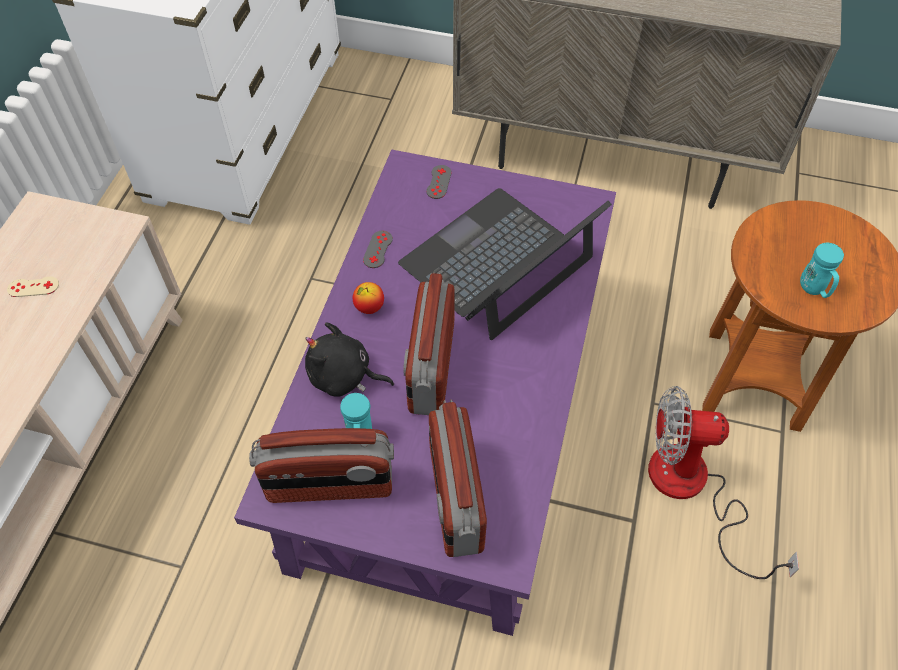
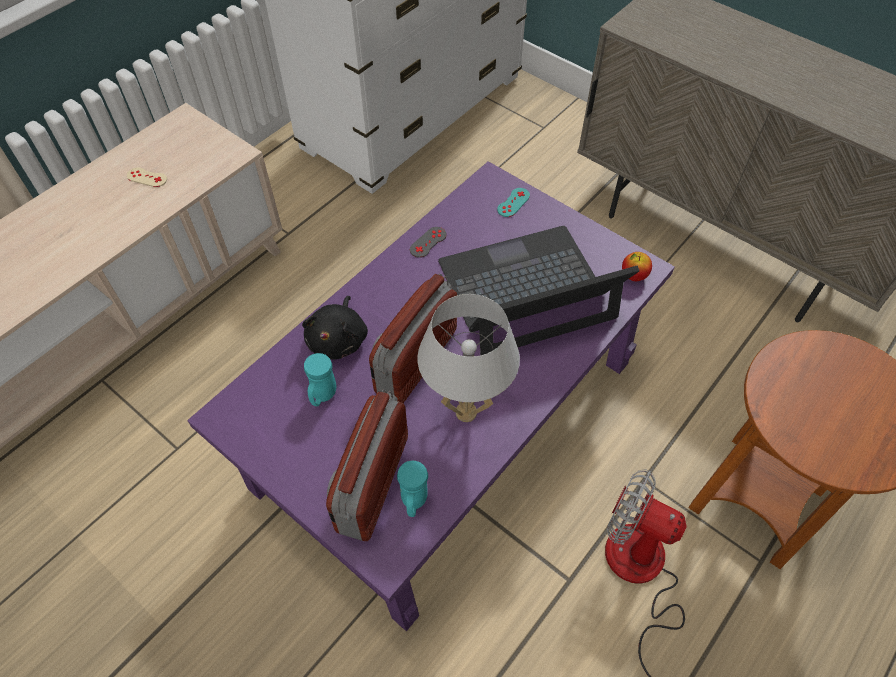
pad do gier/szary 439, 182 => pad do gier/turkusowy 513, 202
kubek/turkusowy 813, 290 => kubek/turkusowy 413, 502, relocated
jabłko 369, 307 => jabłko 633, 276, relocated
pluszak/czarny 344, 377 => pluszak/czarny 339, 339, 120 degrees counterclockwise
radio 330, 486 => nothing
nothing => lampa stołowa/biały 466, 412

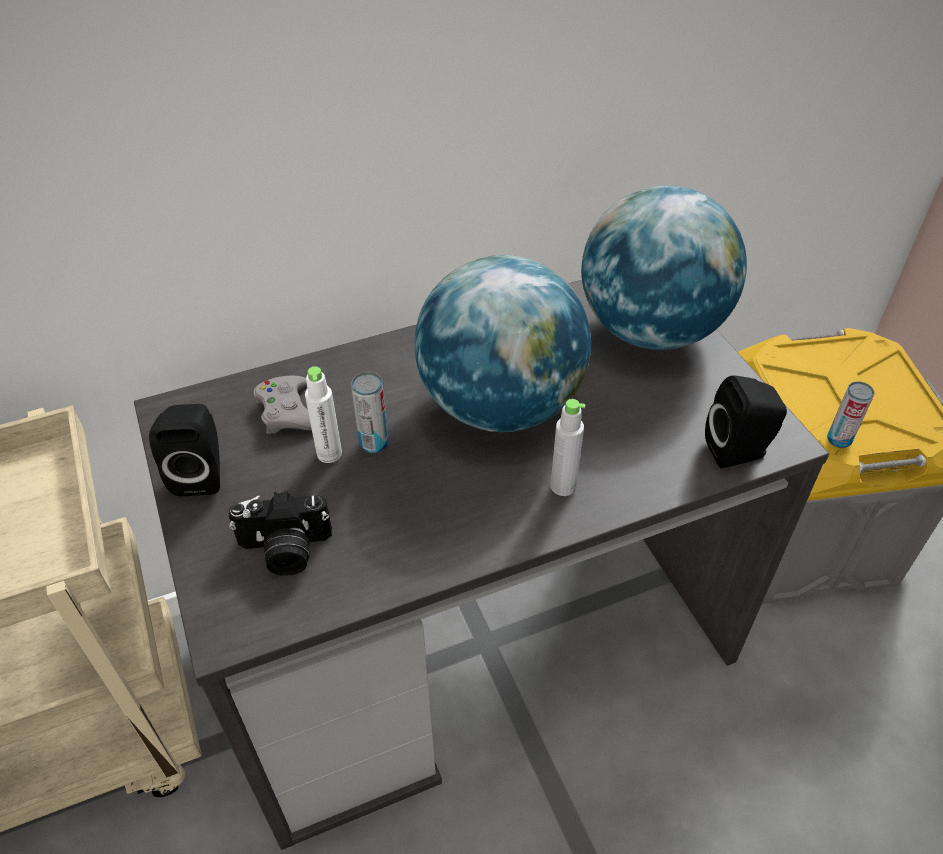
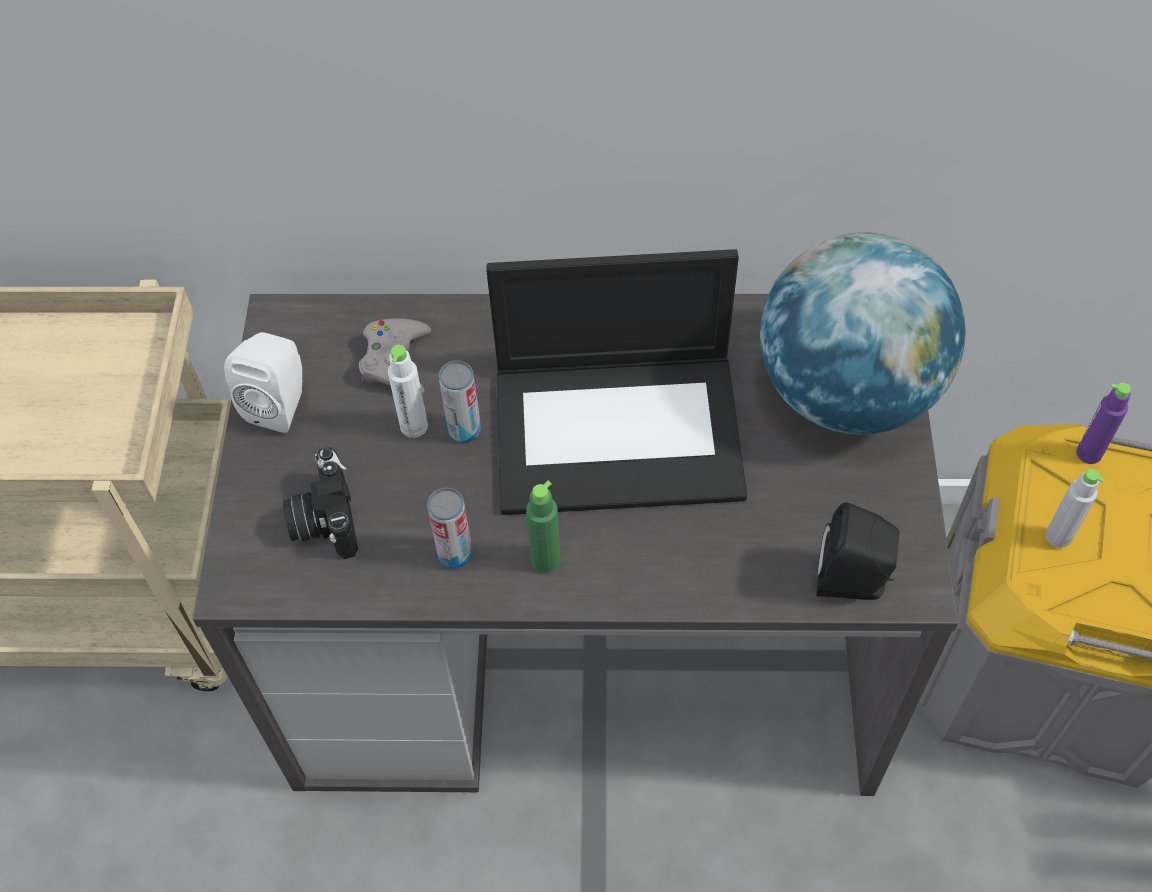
globus 501, 405 => laptop 620, 431
puszka 839, 440 => puszka 455, 554, relocated
butelka/szary 563, 486 => butelka/szary 1058, 536, relocated
głośnik/czarny 201, 473 => głośnik/biały 281, 404
aparat fotograficzny 285, 550 => aparat fotograficzny 324, 520, 60 degrees clockwise
nothing => butelka/fioletowy 1088, 453
nothing => butelka/zielony 545, 560

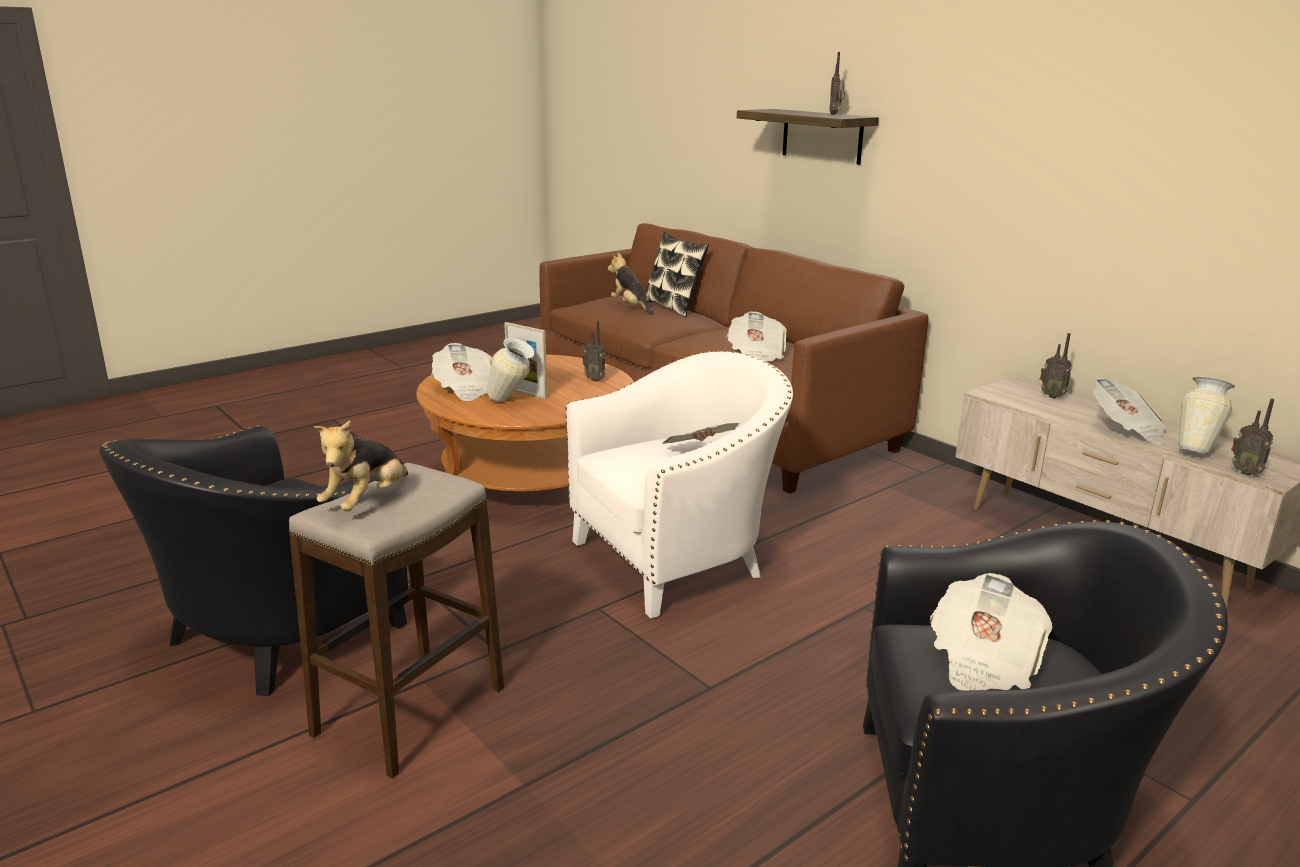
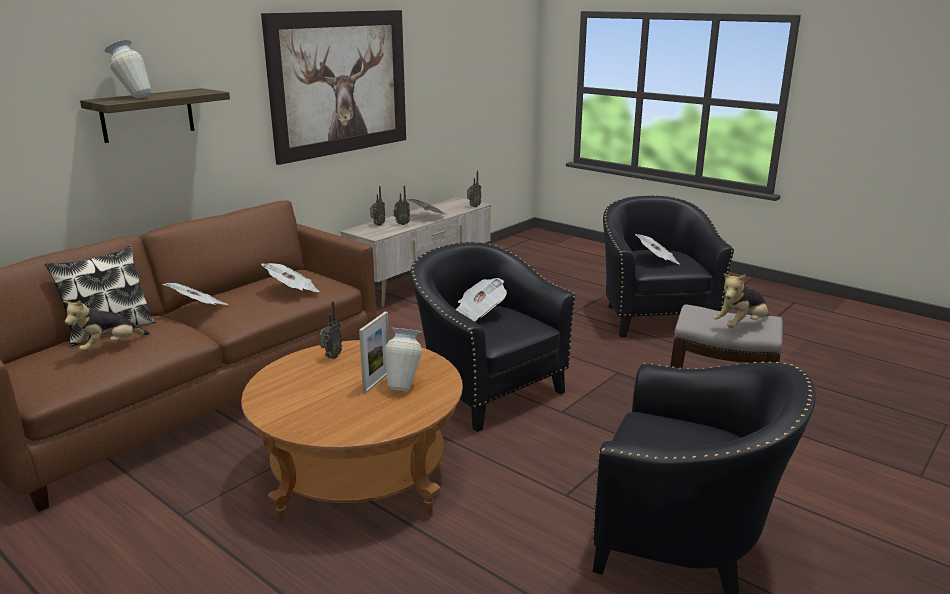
radio 835, 114 => radio 401, 224, relocated
gazeta 466, 389 => gazeta 198, 308, relocated
fotel/biały 678, 560 => fotel/czarny 485, 390
wazon 1196, 450 => wazon 133, 97, relocated
pluszak 367, 501 => pluszak 741, 326, 135 degrees clockwise
nothing => obraz 340, 83

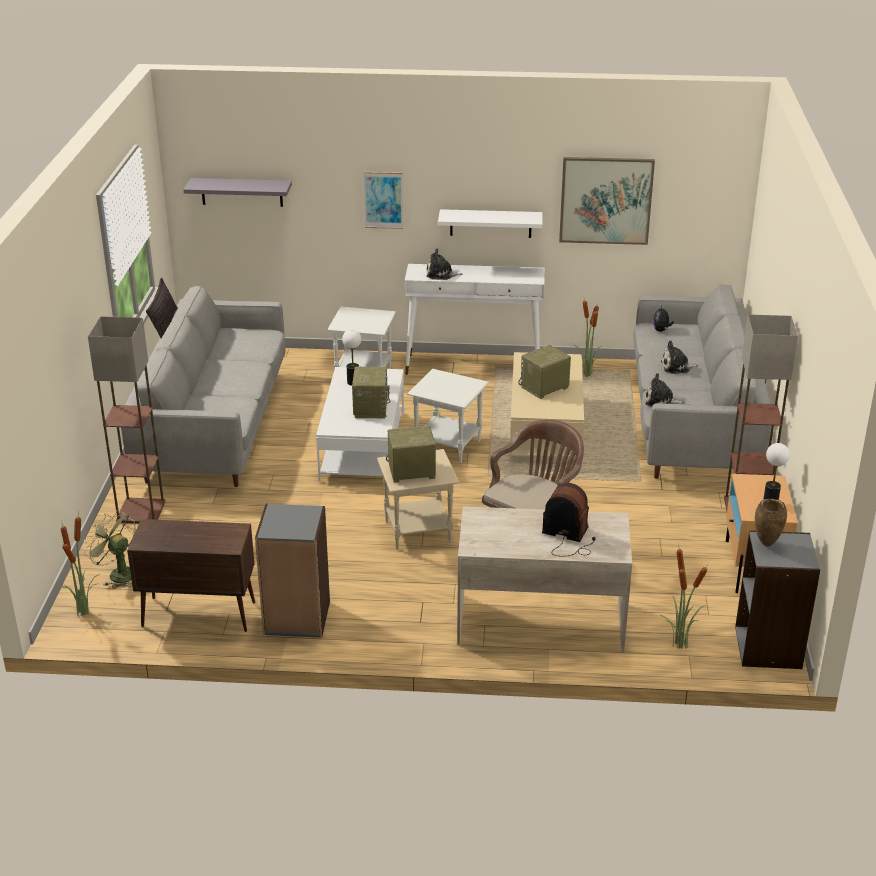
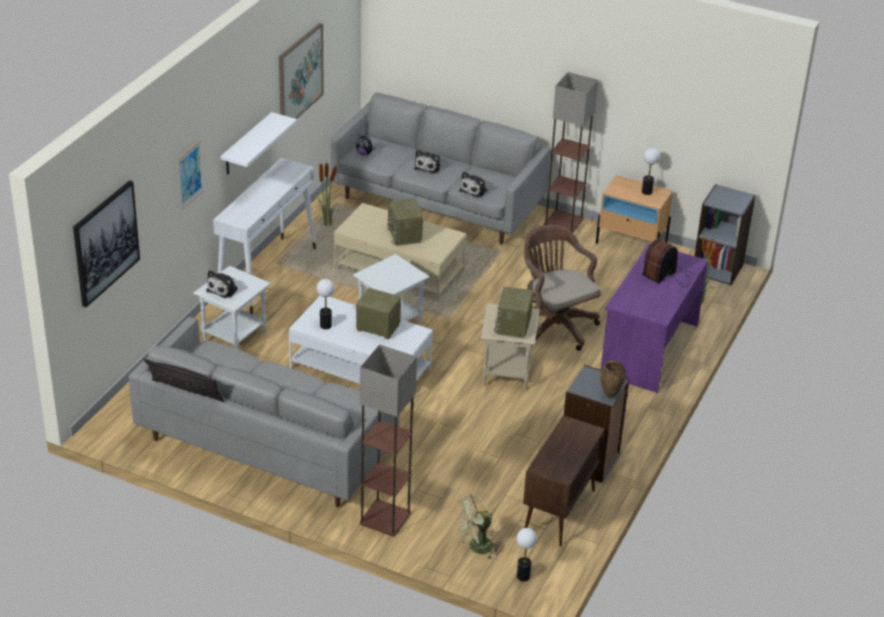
półka/szary 242, 192 => obraz 105, 243
pluszak 441, 274 => pluszak 223, 289, relocated
wazon/brązowy 766, 543 => wazon/brązowy 609, 396, relocated
biurko/beżowy 540, 622 => biurko/fioletowy 648, 349
roślina doniczkowa 84, 612 => lampa stołowa 523, 576

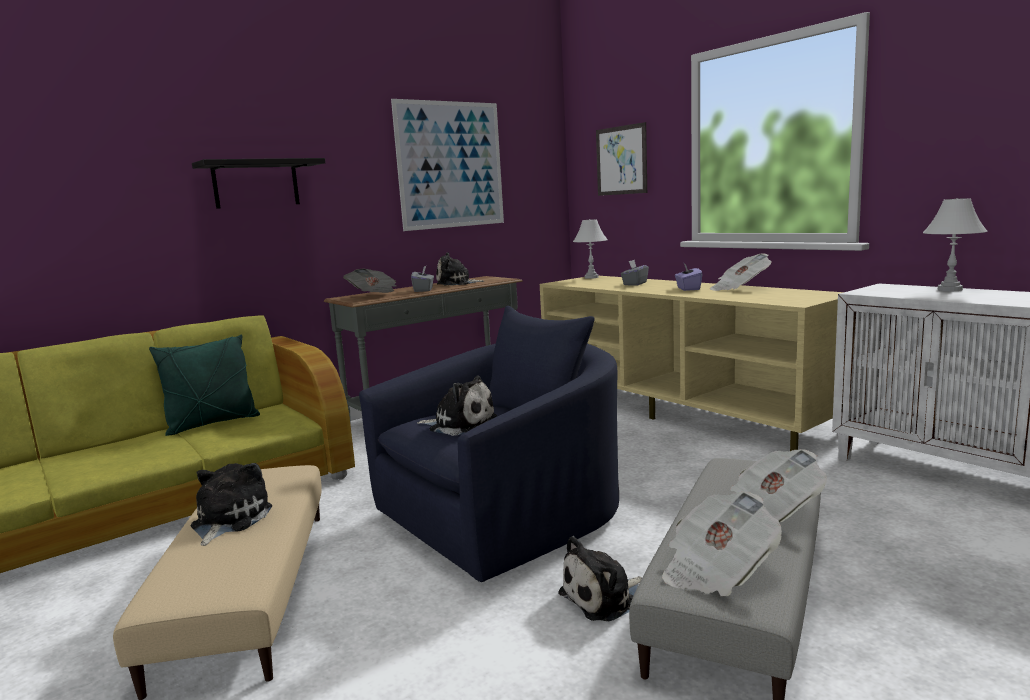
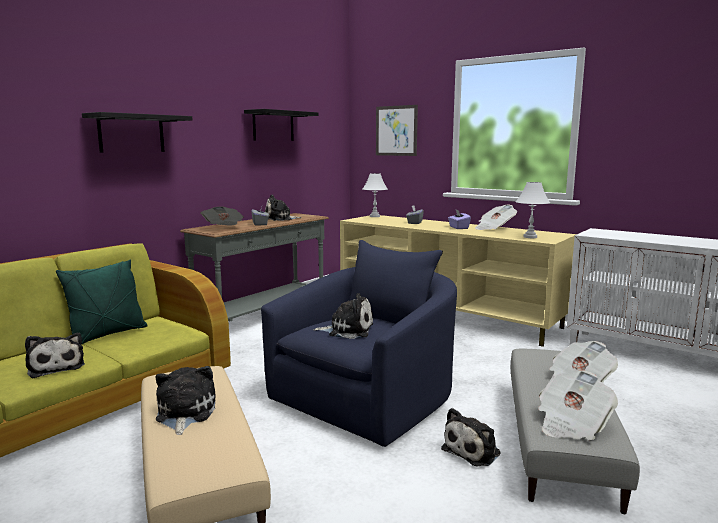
obraz 450, 165 => półka/czarny 273, 126
lampa stołowa/biały 949, 289 => lampa stołowa/biały 530, 237, relocated
nothing => pluszak 56, 367

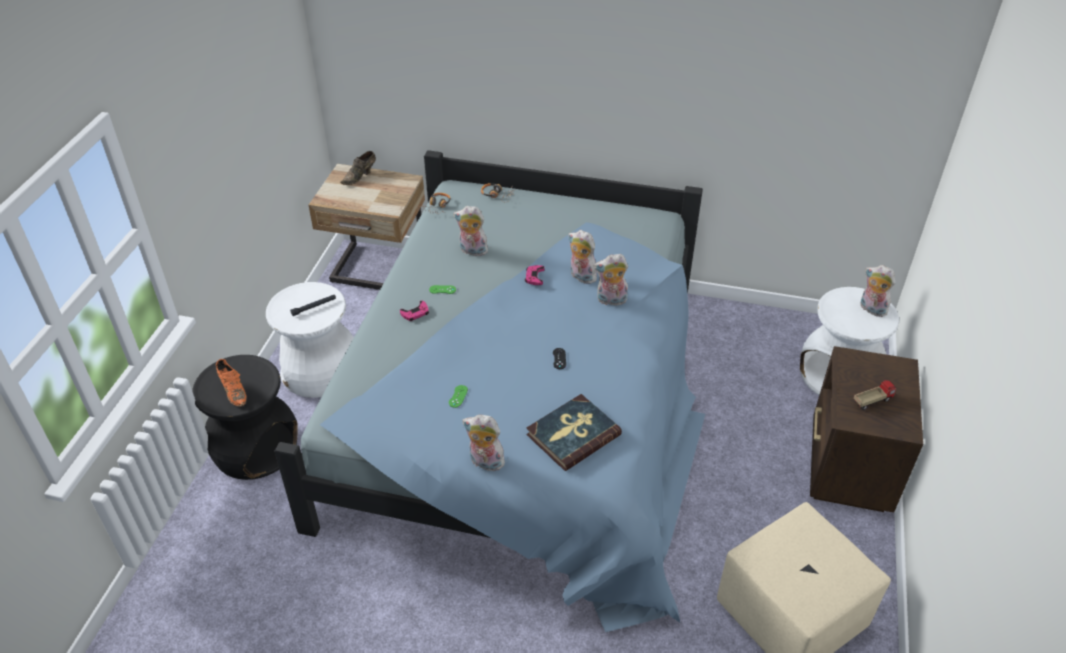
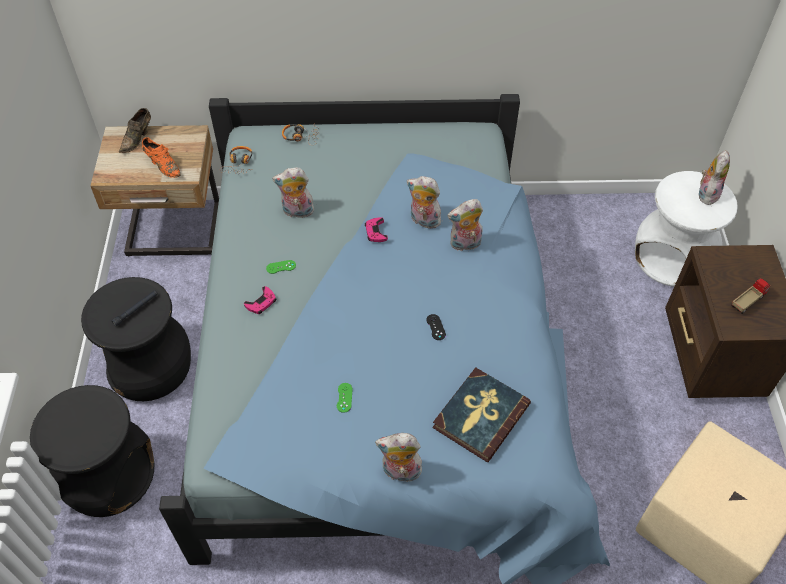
pluszak 871, 309 => pluszak 707, 193, 90 degrees clockwise
stołek/biały 320, 372 => stołek/czarny 151, 367
but/pomarańczowy 233, 390 => but/pomarańczowy 163, 165, relocated

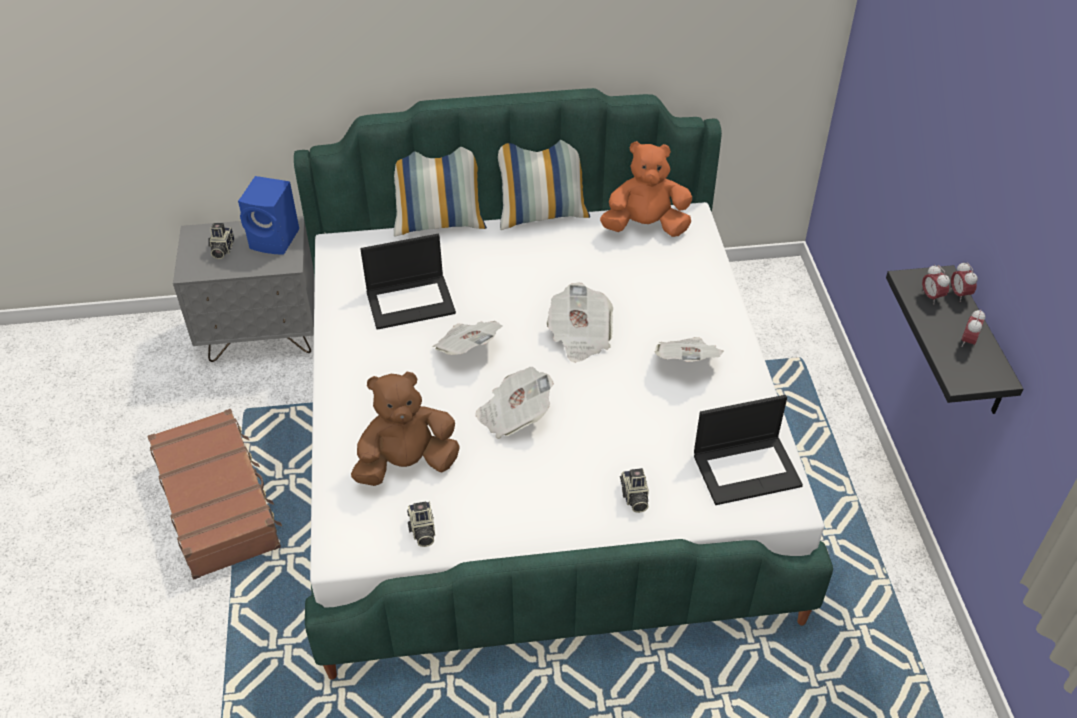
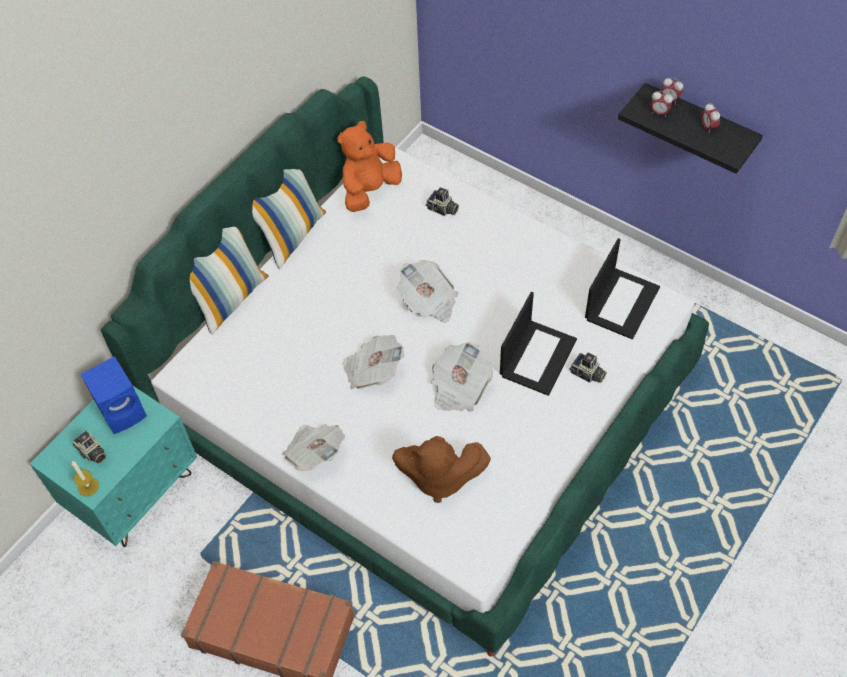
szafka nocna/szary 262, 334 => szafka nocna/turkusowy 135, 493
laptop 411, 301 => laptop 537, 356, relocated
gazeta 687, 362 => gazeta 315, 453, relocated
pluszak/brązowy 407, 464 => pluszak/brązowy 439, 477, 105 degrees counterclockwise
aparat fotograficzny 422, 531 => aparat fotograficzny 442, 209, relocated
nothing => świeca 88, 486

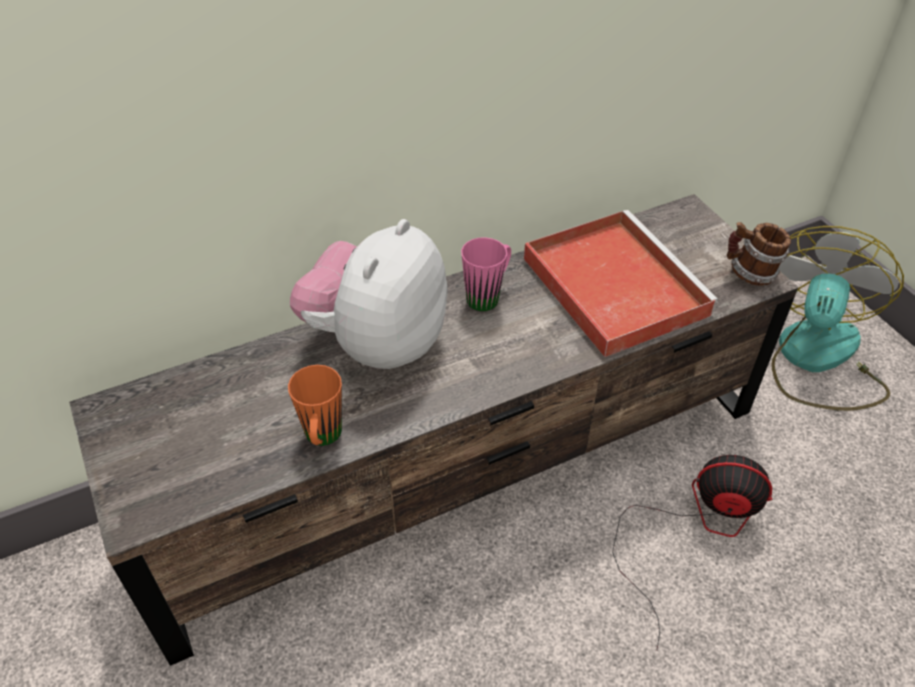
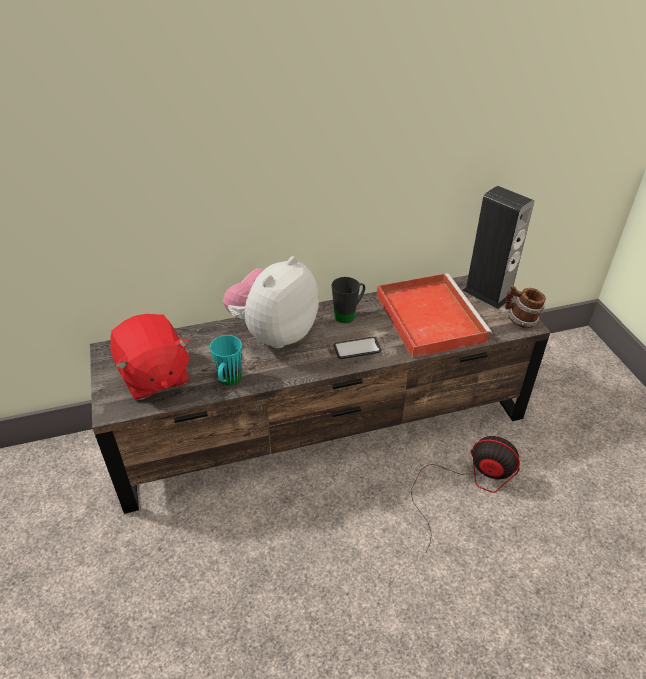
wentylator 816, 360 => nothing
kubek/różowy 488, 295 => kubek/czarny 349, 314
kubek/pomarańczowy 322, 439 => kubek/turkusowy 228, 382
nothing => głośnik 488, 293
nothing => pluszak/czerwony 154, 376
nothing => telefon 357, 348

